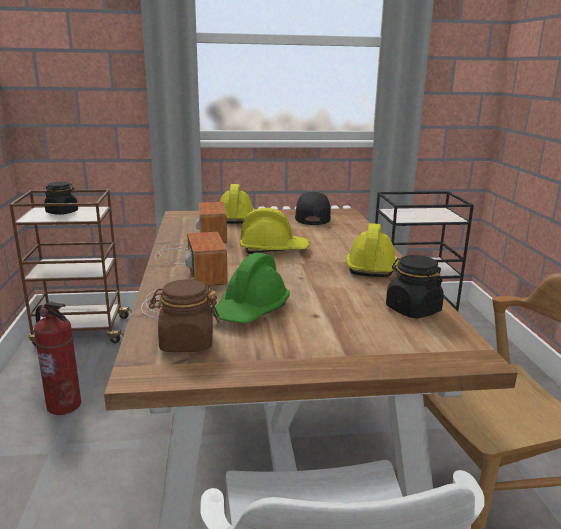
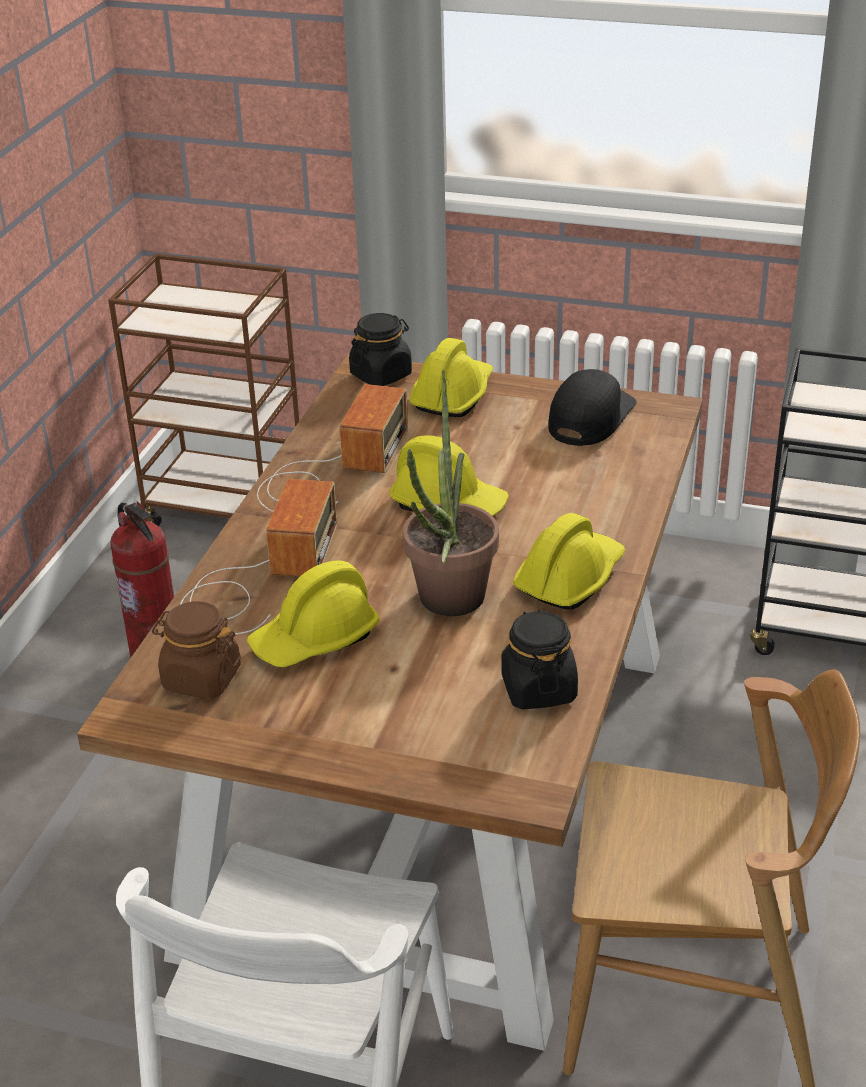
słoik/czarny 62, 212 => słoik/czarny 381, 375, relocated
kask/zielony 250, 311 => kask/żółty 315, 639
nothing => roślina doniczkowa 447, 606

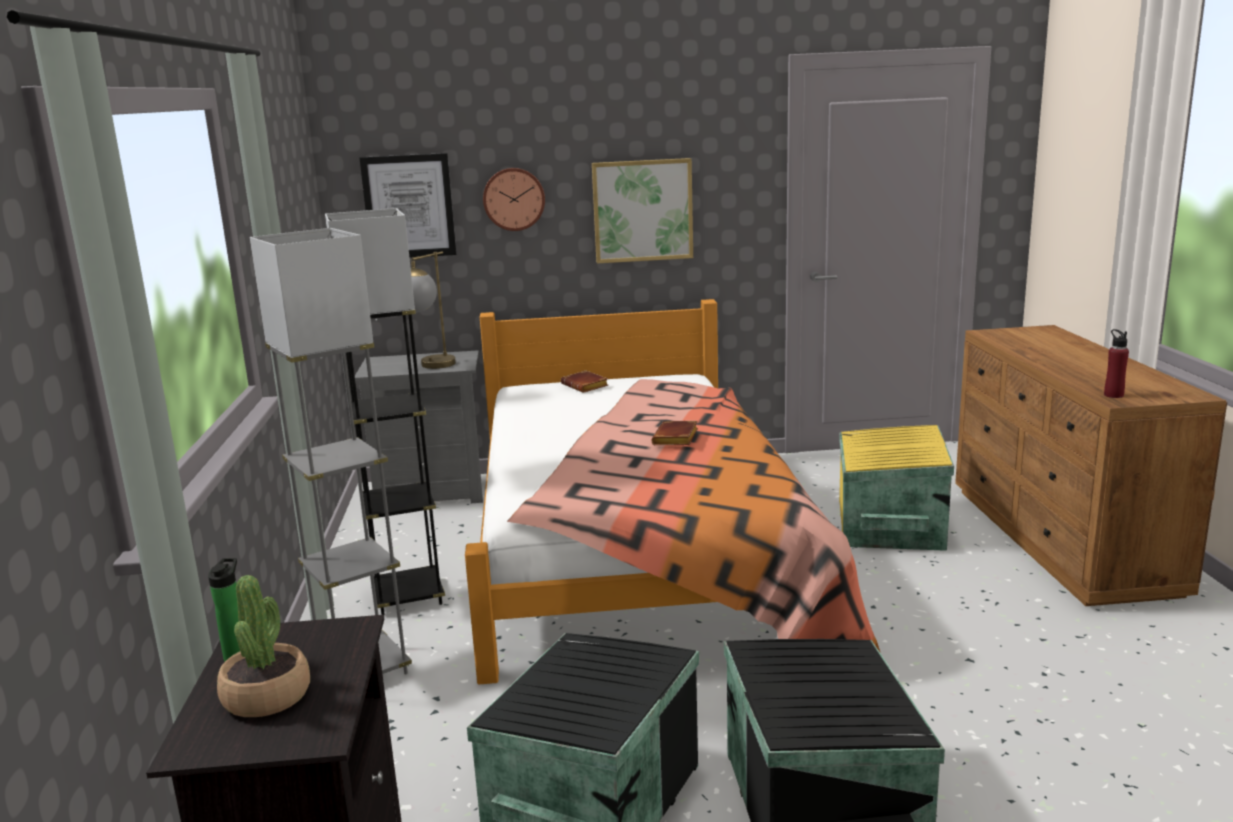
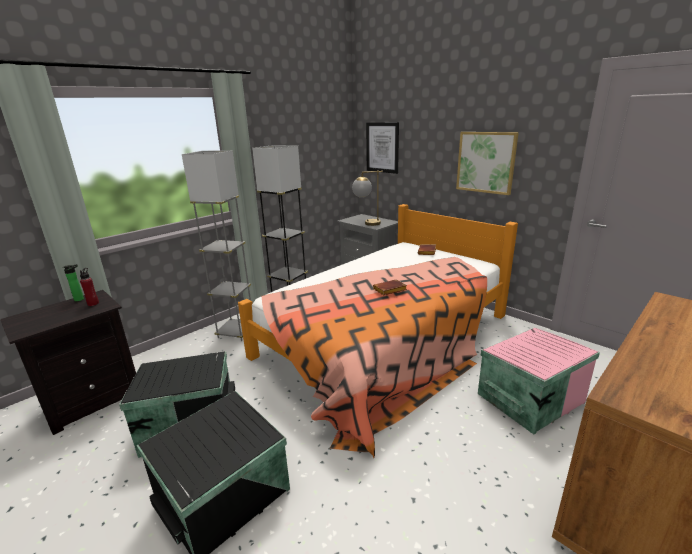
zegar ścienny 514, 199 => nothing
butelka/czerwony 1113, 395 => butelka/czerwony 93, 303, relocated
pojemnik do przechowywania/żółty 887, 524 => pojemnik do przechowywania/różowy 528, 398
roślina doniczkowa 267, 696 => nothing

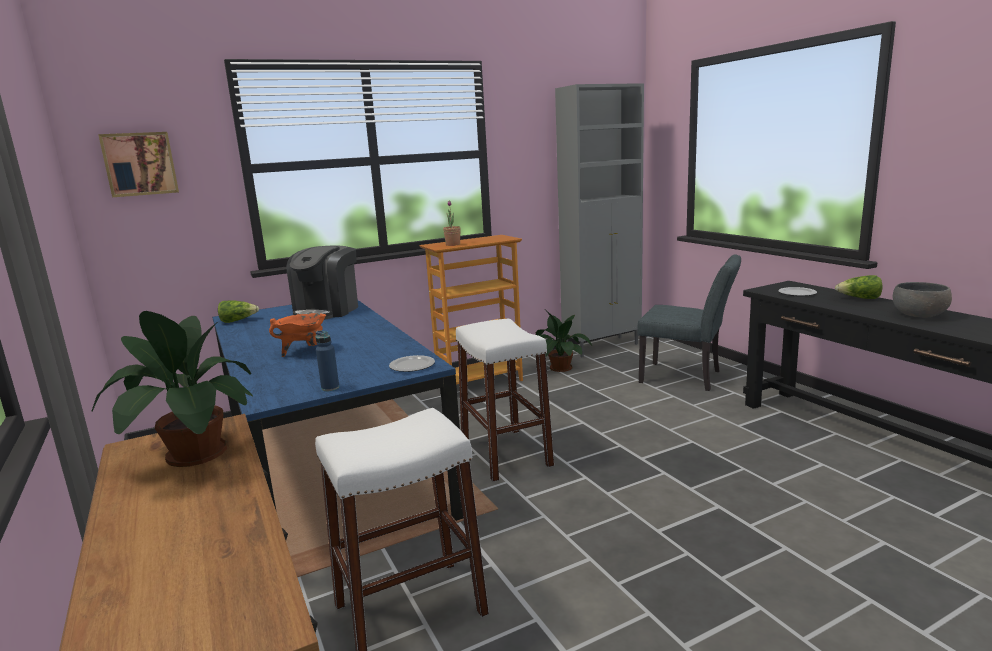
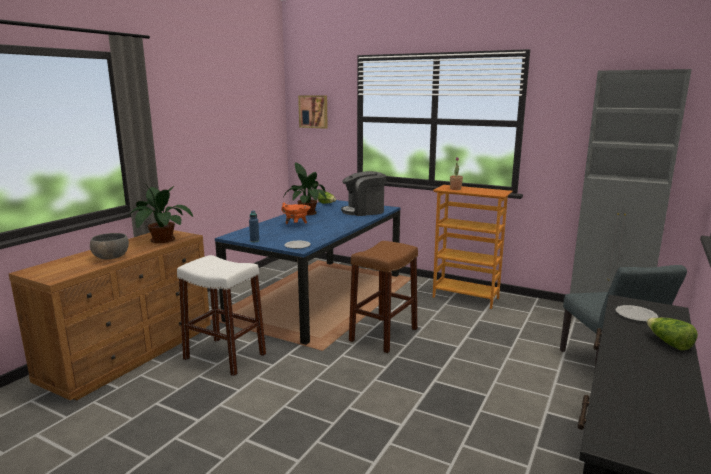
miska/szary 919, 315 => miska/szary 111, 257, relocated
roślina doniczkowa 558, 367 => roślina doniczkowa 306, 213, relocated
stołek/biały 505, 454 => stołek/brązowy 383, 334

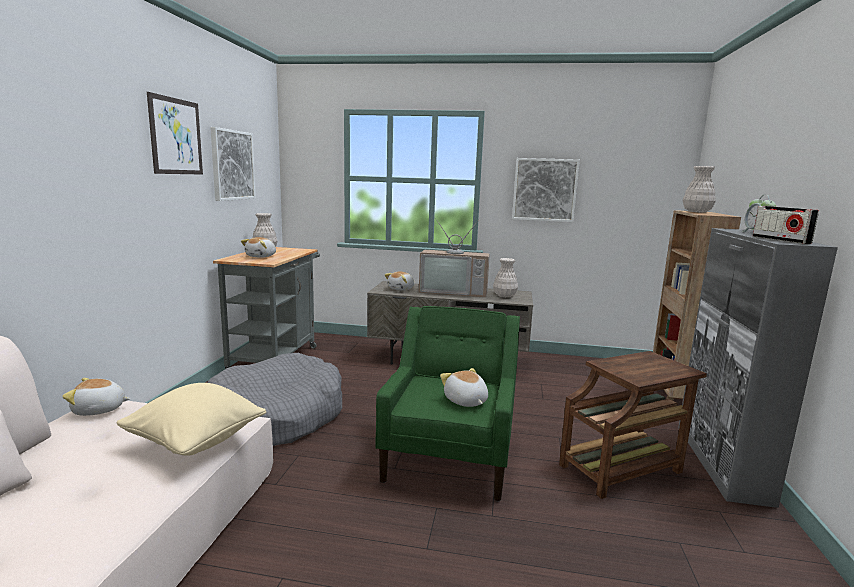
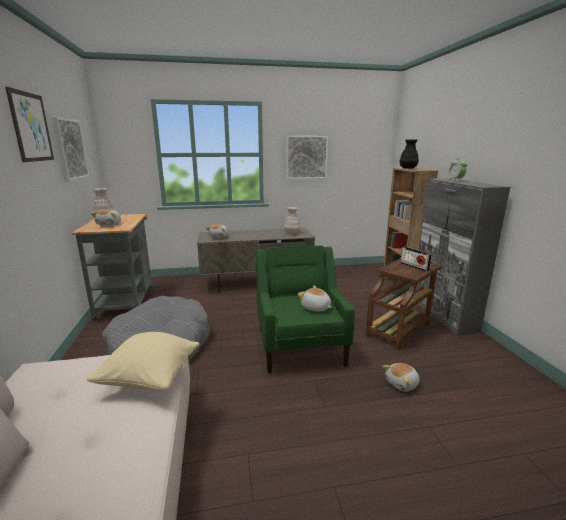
wazon/biały 697, 212 => wazon/czarny 408, 168
radio 780, 240 => radio 414, 266, relocated
telewizor 454, 291 => nothing
pluszak 99, 410 => pluszak 402, 384, relocated

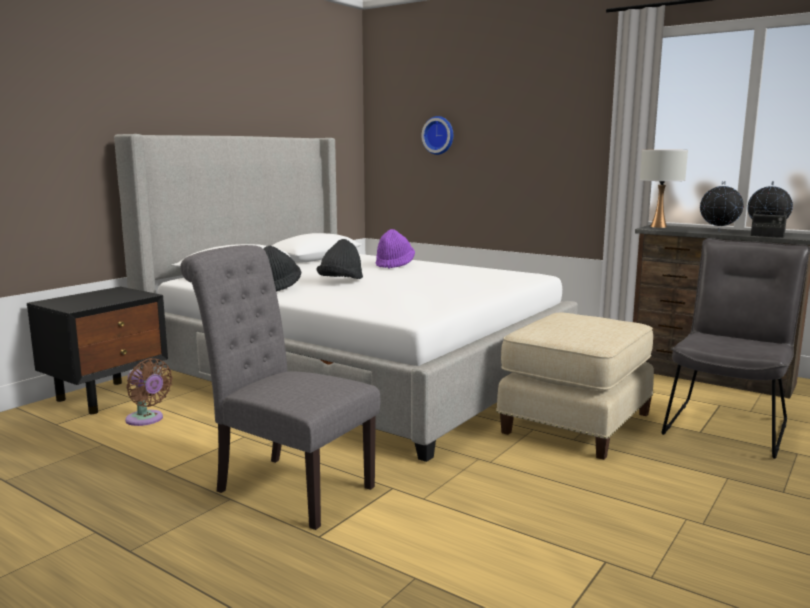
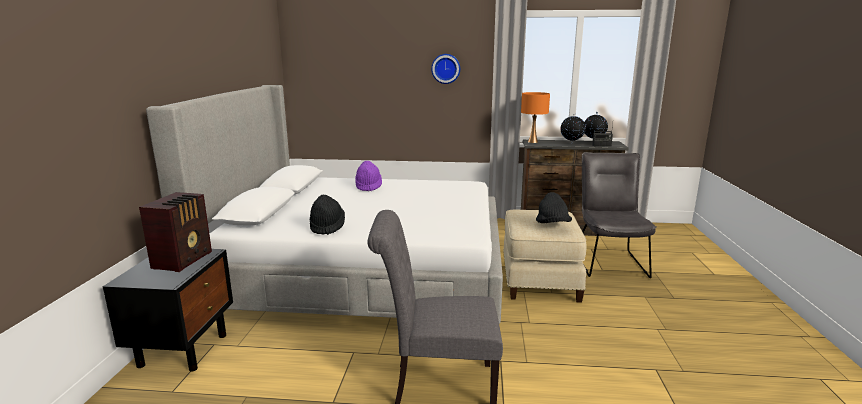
zegar ścienny 439, 135 => zegar ścienny 445, 68, relocated
lampa stołowa/biały 658, 226 => lampa stołowa/pomarańczowy 532, 142
kapelusz/czarny 340, 281 => kapelusz/czarny 552, 225, relocated
wentylator/brązowy 146, 420 => nothing
nothing => radio 184, 260

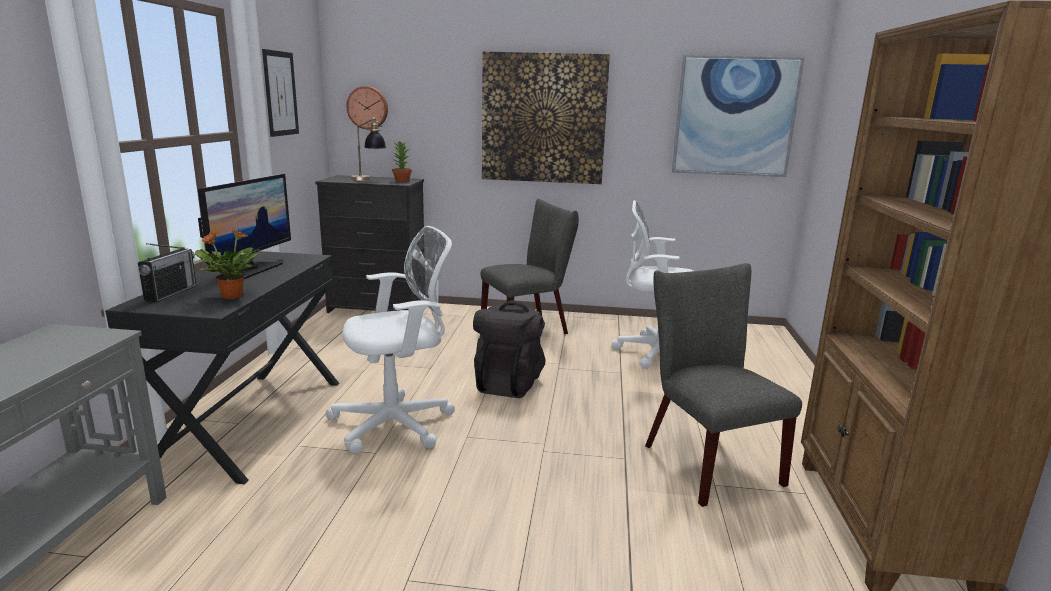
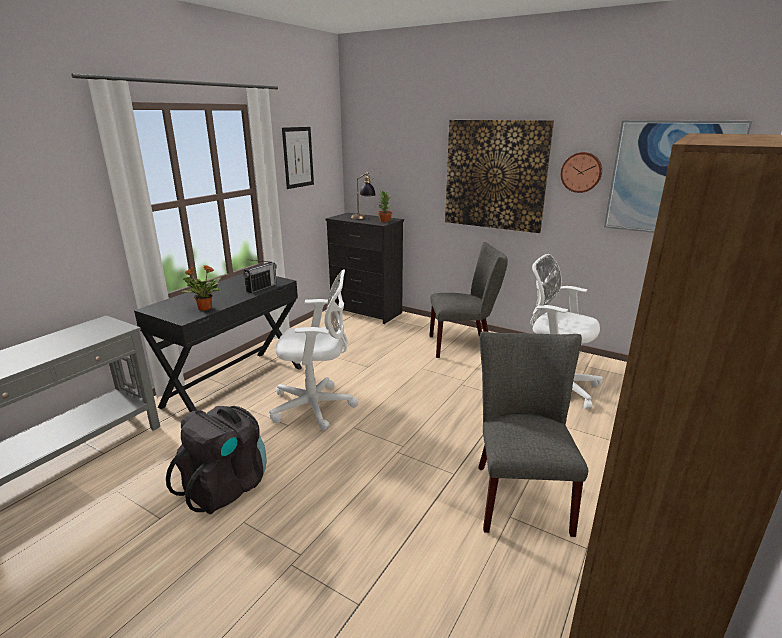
zegar ścienny 368, 108 => zegar ścienny 581, 172, relocated
monitor 251, 269 => nothing
radio 171, 293 => radio 261, 288, relocated
plecak/czarny 508, 383 => plecak/czarny 226, 486, relocated

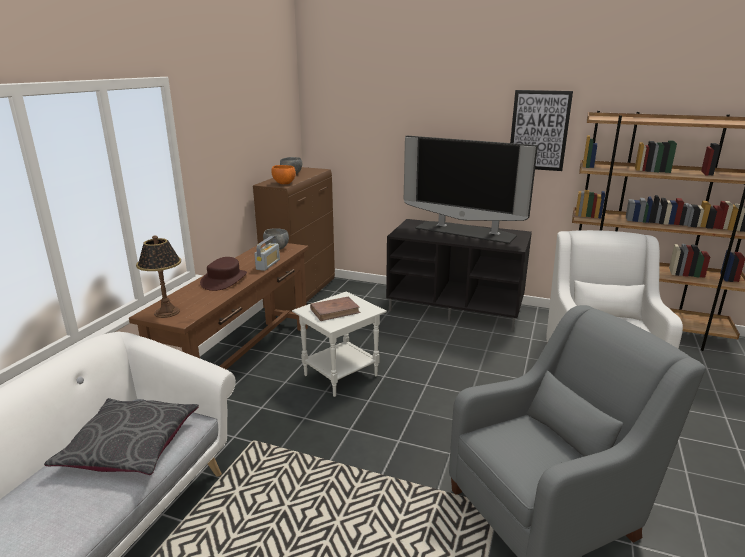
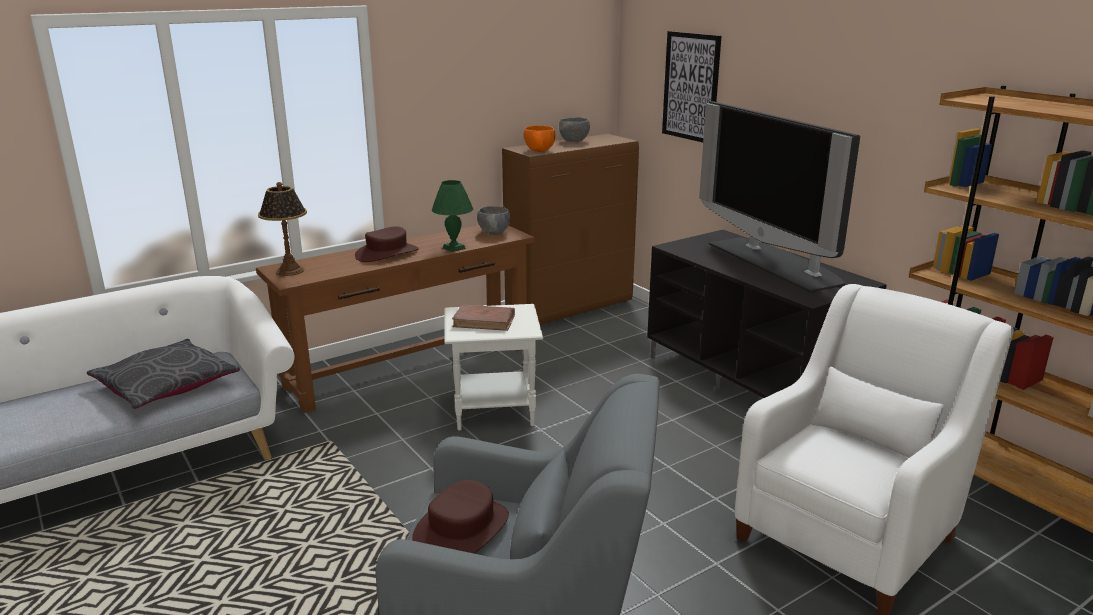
obraz 539, 130 => obraz 691, 87, relocated
radio 268, 264 => lampa stołowa/zielony 454, 248
nothing => kapelusz/brązowy 462, 530

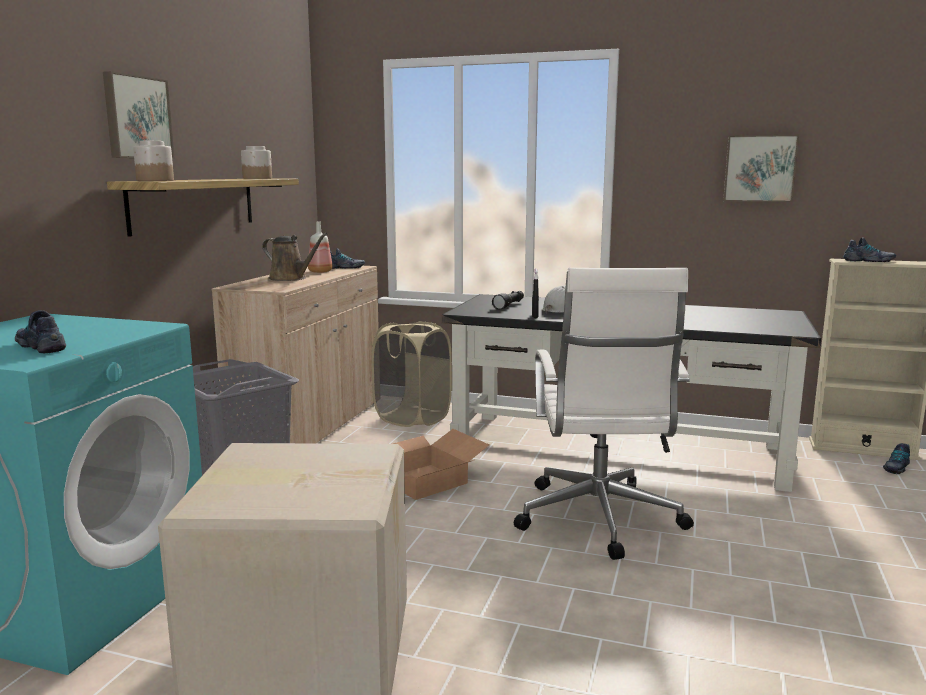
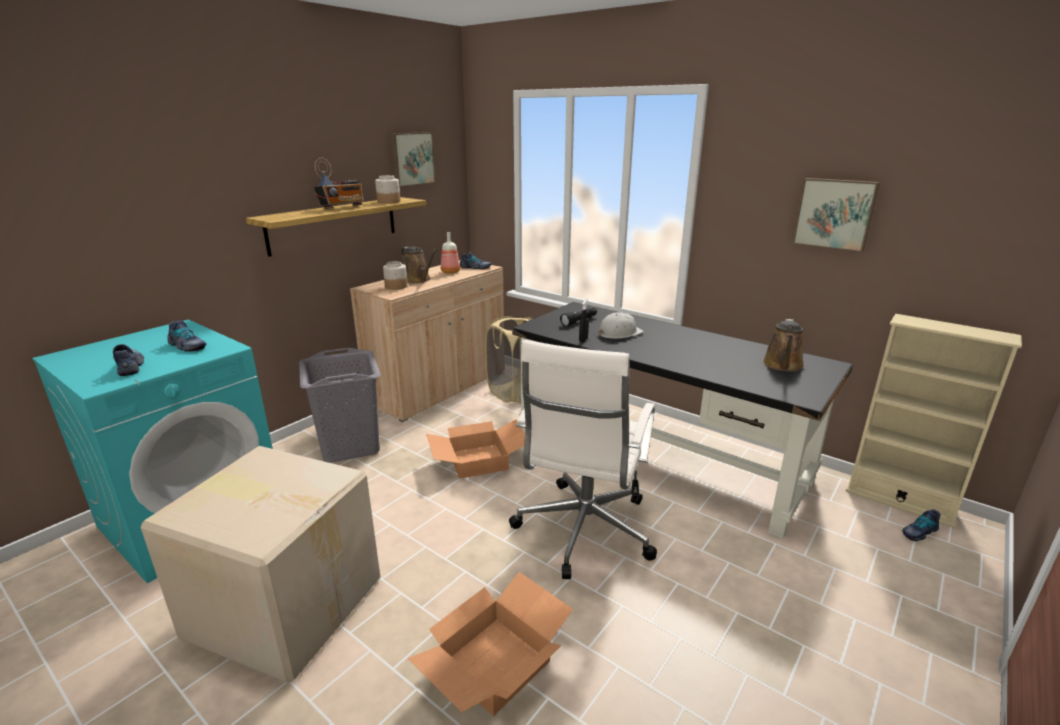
obraz 136, 117 => obraz 412, 159, relocated
słoik 154, 180 => słoik 396, 286, relocated
but 869, 261 => but 187, 346, relocated
nothing => radio 342, 207
nothing => konewka/brązowy 782, 365
nothing => karton 495, 662

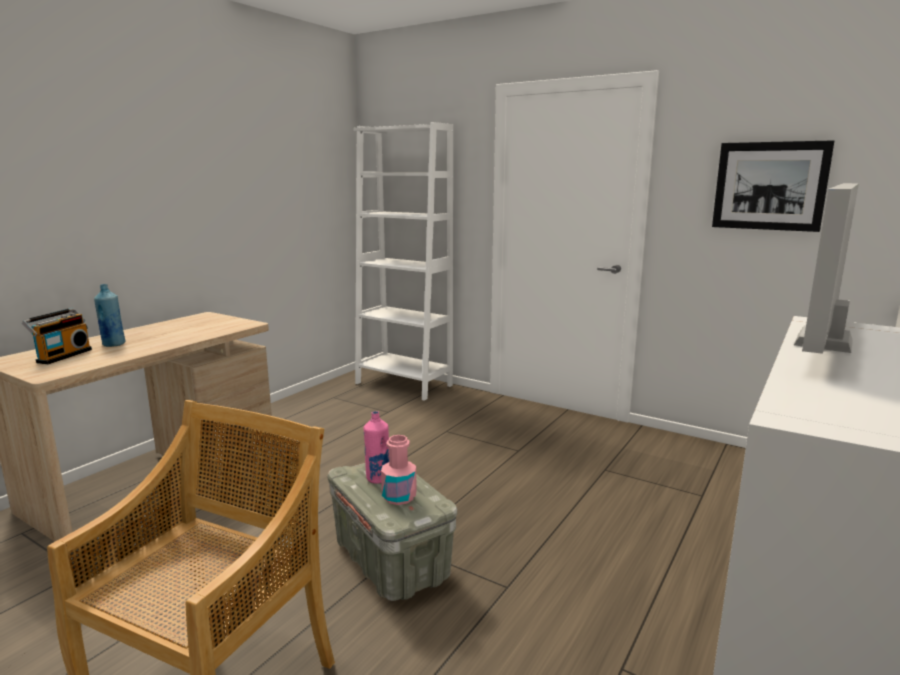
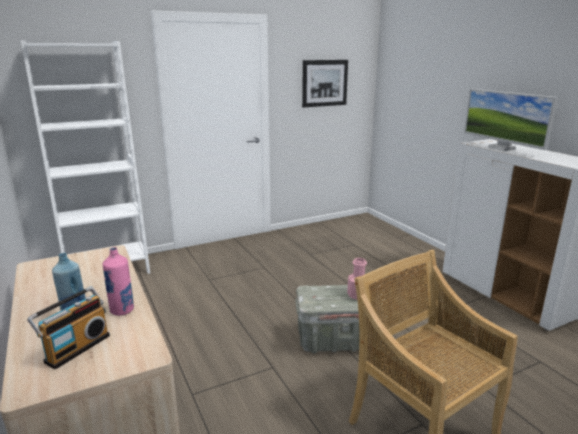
radio 62, 356 => radio 76, 348, 75 degrees clockwise
butelka/różowy 378, 478 => butelka/różowy 122, 310, relocated

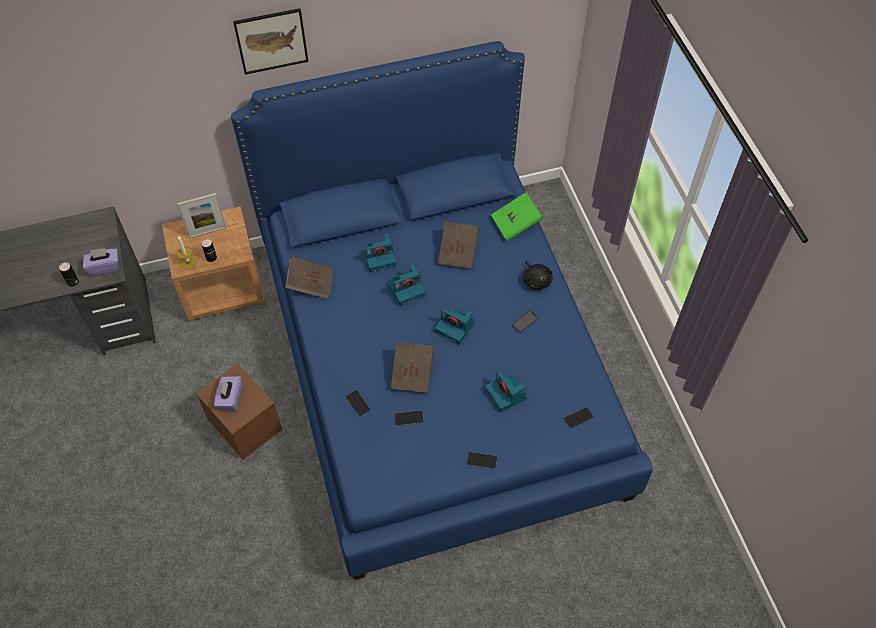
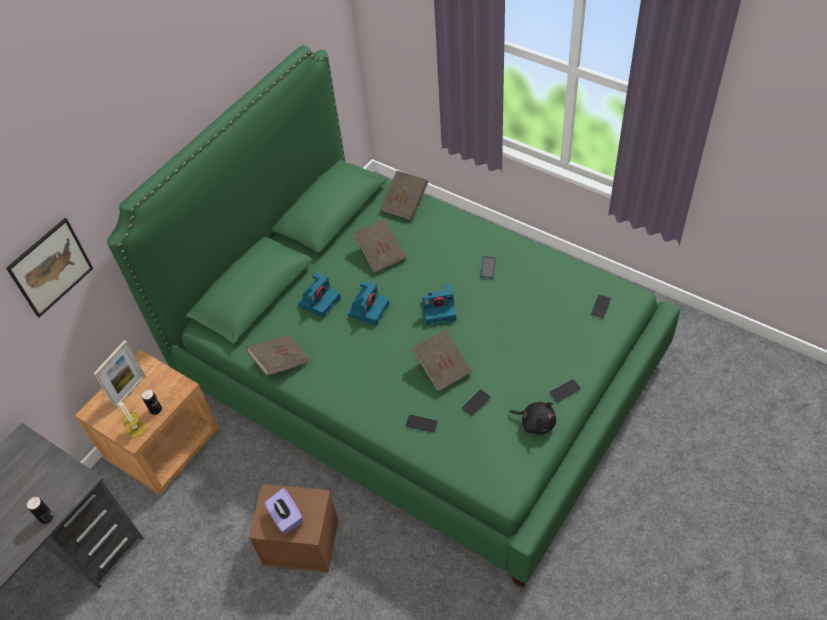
obraz 271, 41 => obraz 50, 267, relocated
łóżko/niebieski 436, 366 => łóżko/zielony 419, 372
książka/zielony 516, 224 => książka/brązowy 405, 203
pudełko chusteczek/fioletowy 104, 267 => nothing
pluszak/czarny 536, 280 => pluszak/czarny 536, 422, relocated
aparat fotograficzny 507, 394 => nothing

